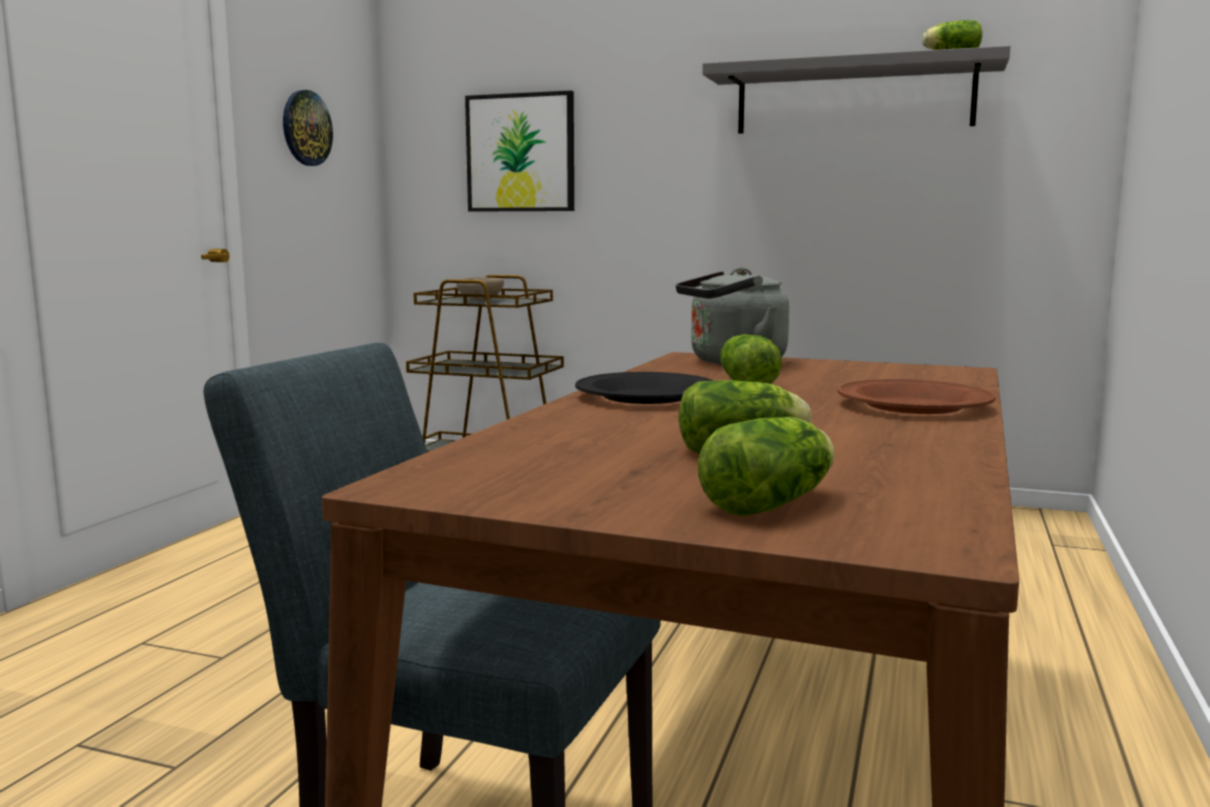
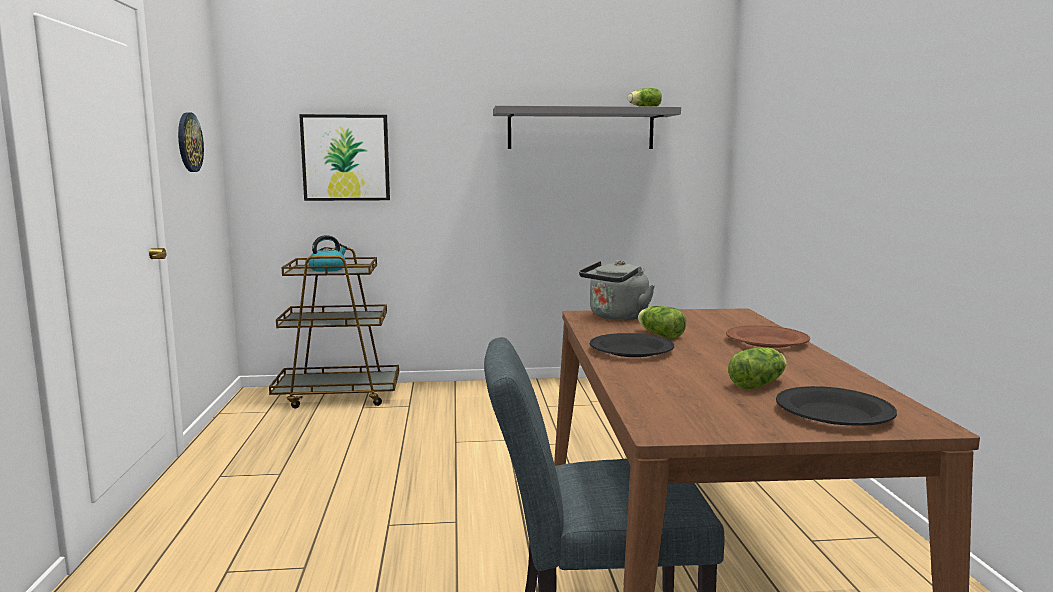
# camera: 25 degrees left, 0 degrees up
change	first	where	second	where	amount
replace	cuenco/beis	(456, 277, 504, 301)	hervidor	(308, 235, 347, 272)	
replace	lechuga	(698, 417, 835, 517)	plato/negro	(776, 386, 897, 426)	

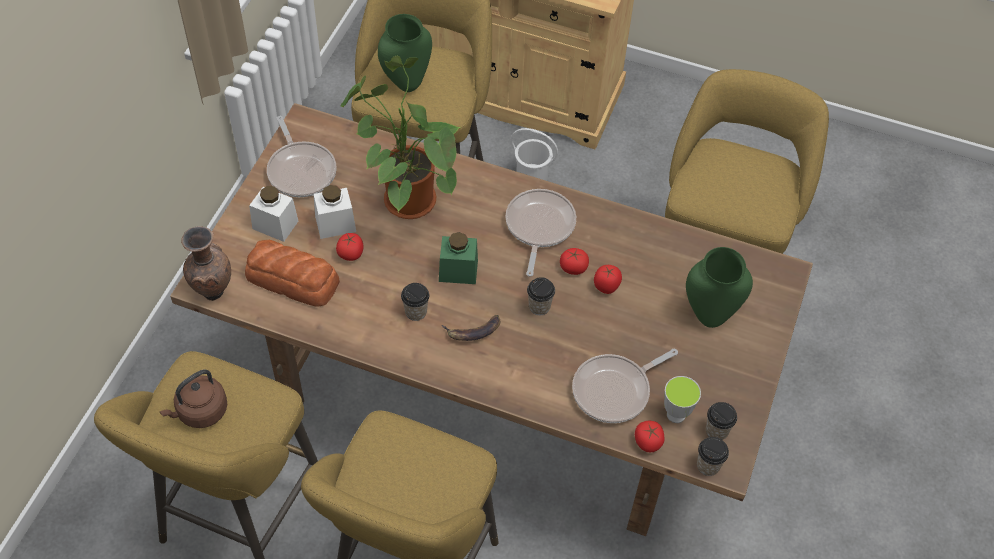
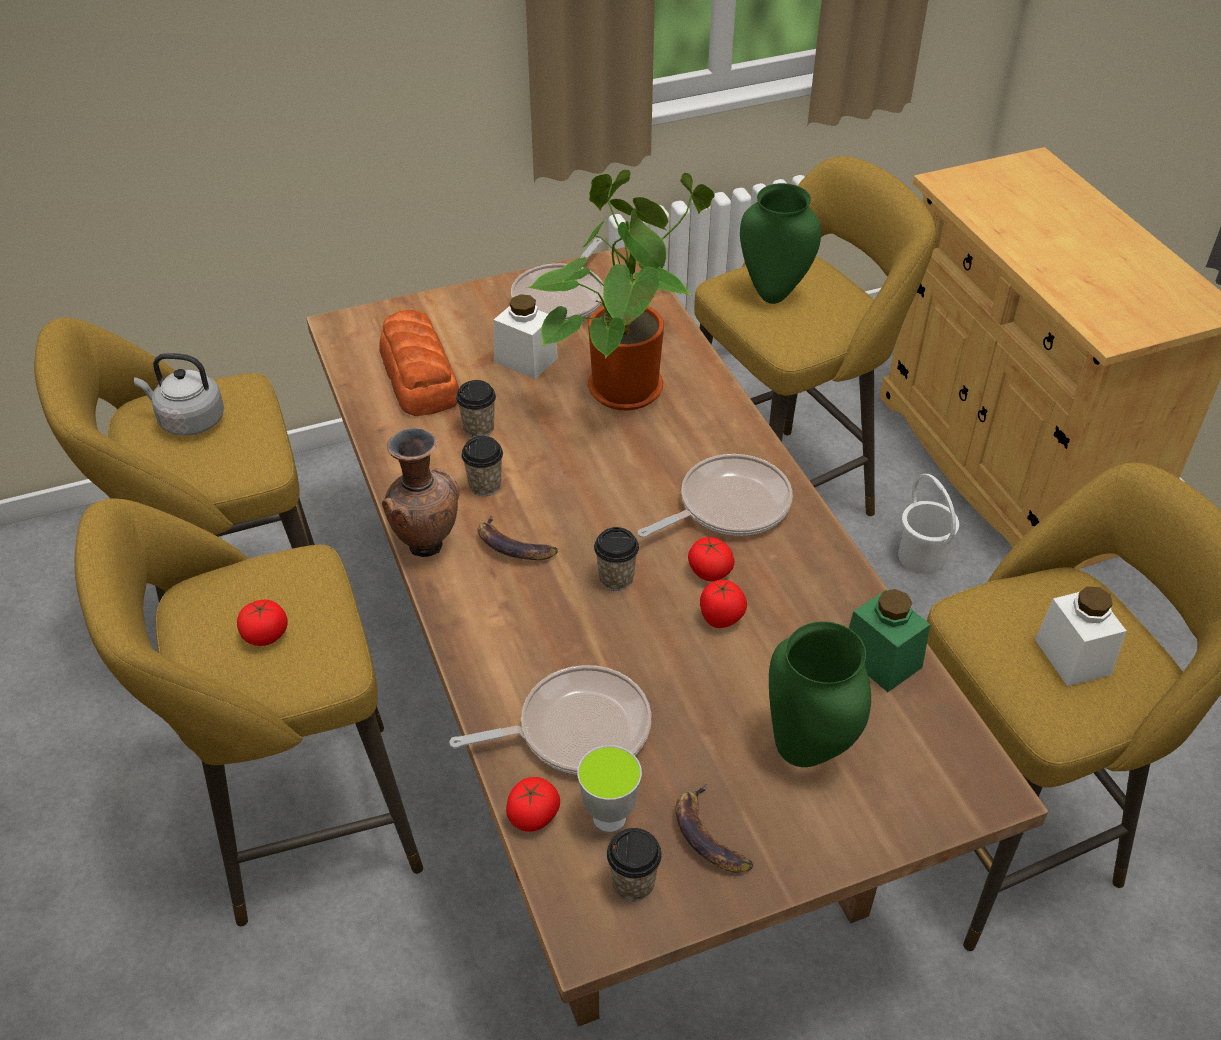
# camera: 50 degrees right, 10 degrees down
change	first	where	second	where	amount
recolor	hervidor/marrón	(160, 369, 227, 428)	hervidor/gris	(134, 353, 224, 436)	
move	florero/marrón	(181, 226, 231, 301)		(382, 428, 459, 557)	
move	tarro/blanco	(249, 186, 298, 242)		(1035, 586, 1127, 687)	
move	tomate	(336, 233, 364, 261)		(237, 600, 288, 646)	
move	tarro/verde	(439, 232, 478, 284)		(849, 589, 930, 692)	
rotate	sartén	(572, 349, 678, 423)		(450, 665, 651, 775)	150 degrees clockwise
move	taza	(697, 437, 729, 476)		(456, 380, 496, 438)	
insert			plátano	(676, 784, 753, 873)	

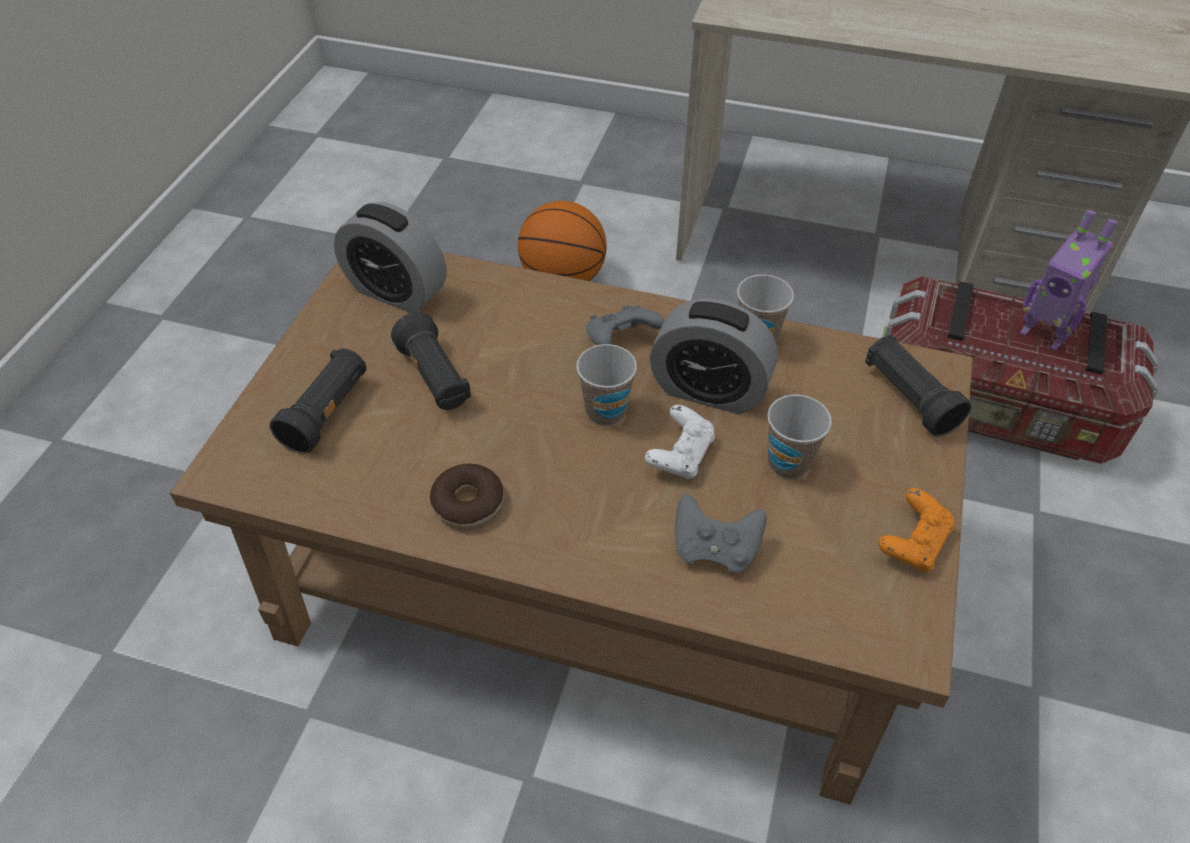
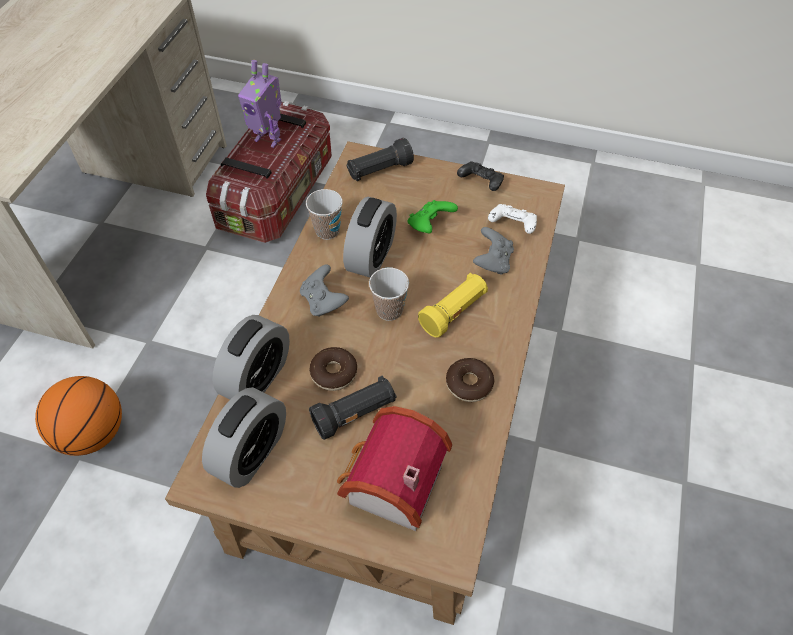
# camera: 90 degrees left, 5 degrees up
change	first	where	second	where	amount
replace	linterna/negro	(270, 349, 367, 454)	casita	(337, 406, 452, 531)	
move	mando de consola/blanco	(645, 405, 715, 479)		(488, 204, 537, 234)	
replace	taza	(768, 394, 832, 479)	mando de consola/verde	(408, 200, 458, 234)	
recolor	mando de consola/naranja	(878, 488, 954, 572)	mando de consola/negro	(457, 161, 504, 191)	
rotate	robot de juguete	(1020, 210, 1118, 351)		(238, 60, 282, 148)	75 degrees clockwise
insert			despertador	(212, 315, 290, 399)	
insert			rosquilla	(309, 347, 357, 391)	
insert			linterna/amarillo	(418, 273, 488, 338)	

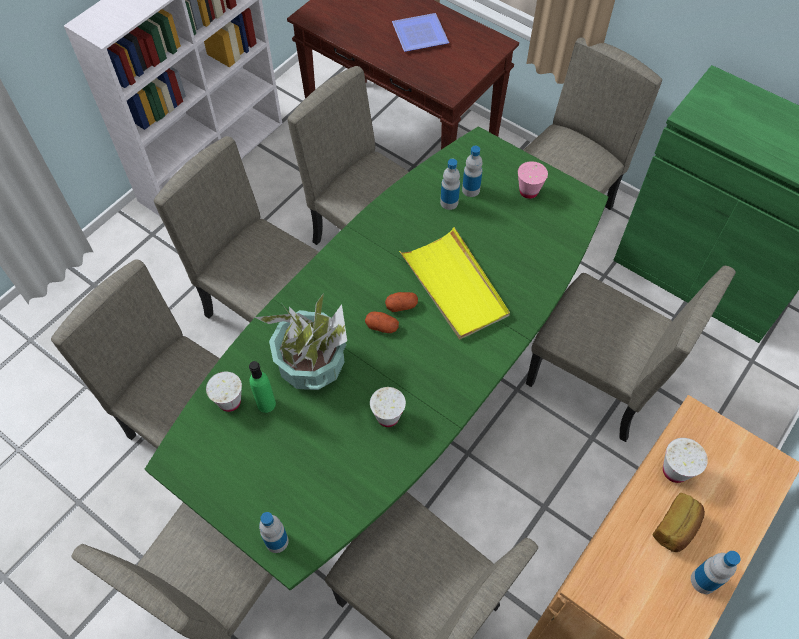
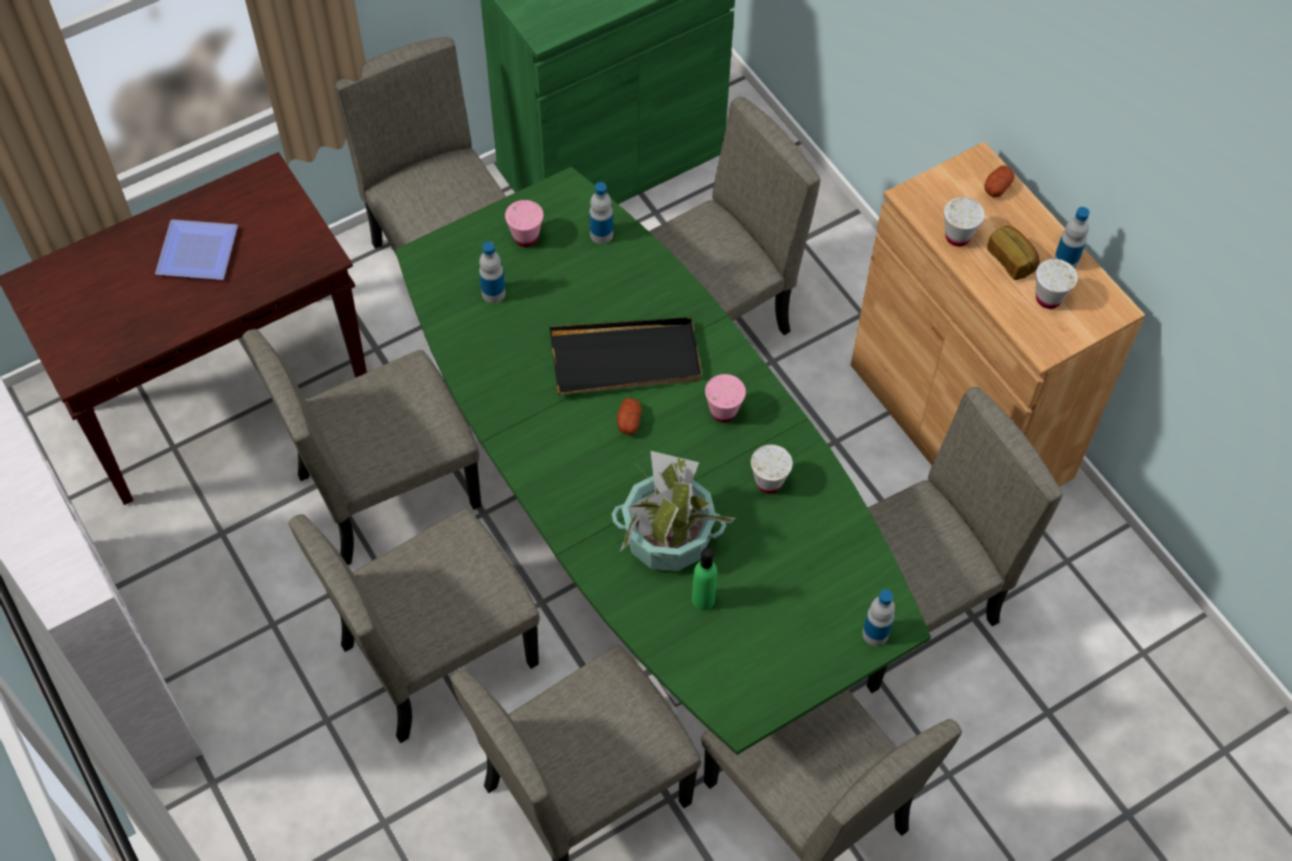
# camera: 70 degrees left, 0 degrees up
change	first	where	second	where	amount
move	taza/blanco	(206, 372, 242, 412)		(1036, 259, 1078, 309)	
move	patata	(365, 312, 399, 333)		(984, 165, 1015, 197)	
recolor	bandeja/amarillo	(399, 227, 510, 339)	bandeja/negro	(550, 317, 702, 395)	
move	botella	(440, 159, 460, 210)		(589, 182, 613, 244)	
insert			taza/rosa	(705, 374, 746, 422)	

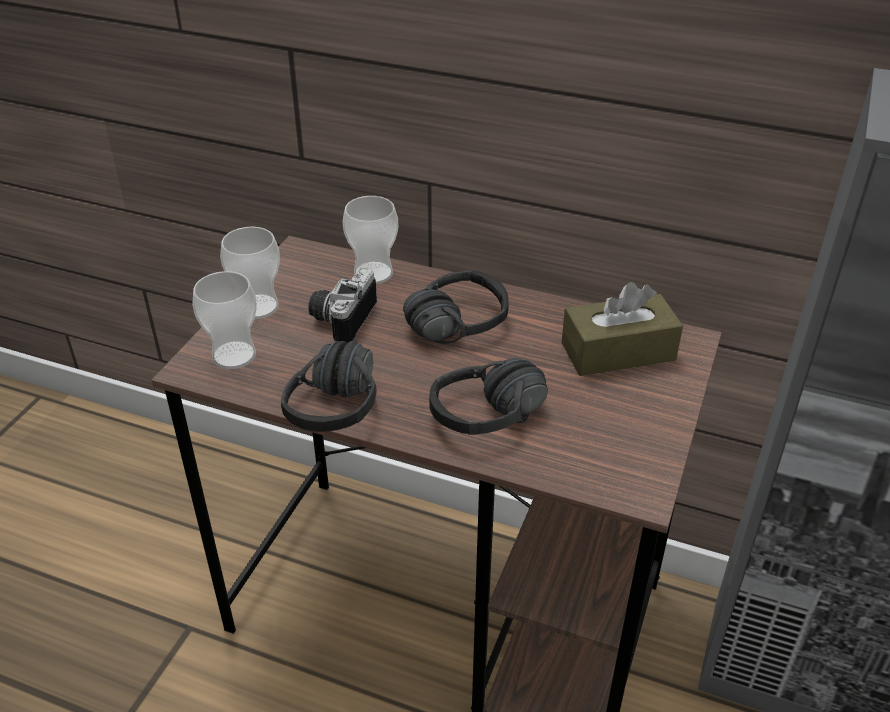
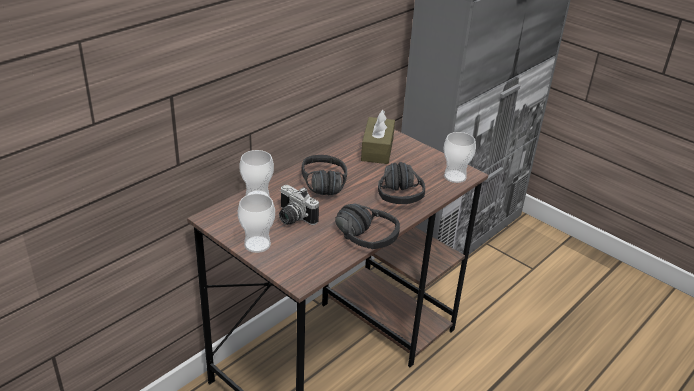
# camera: 70 degrees left, 5 degrees down
change	first	where	second	where	amount
move	taza	(192, 271, 257, 369)		(443, 132, 476, 183)	

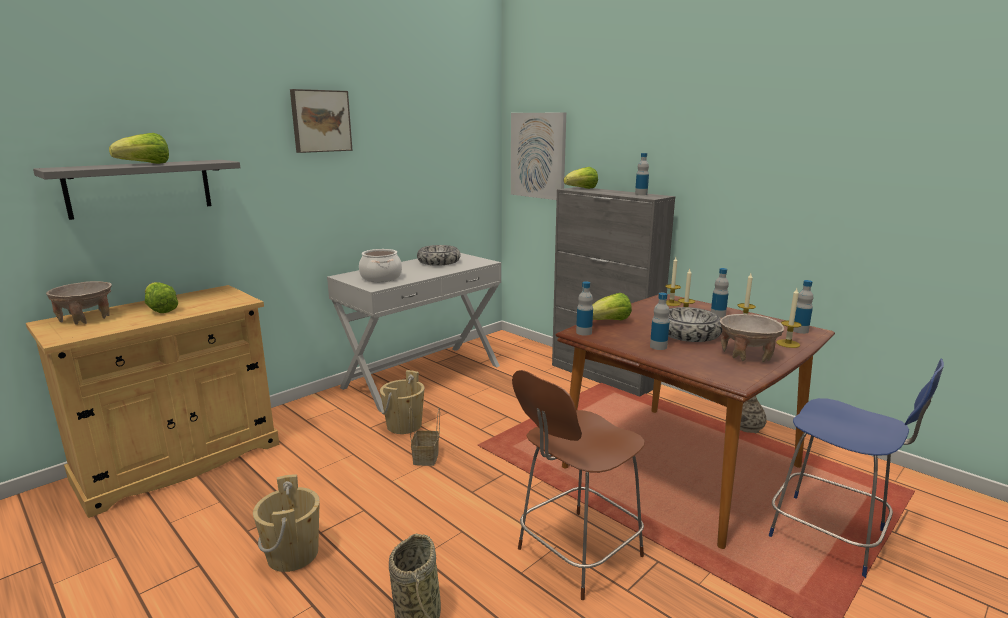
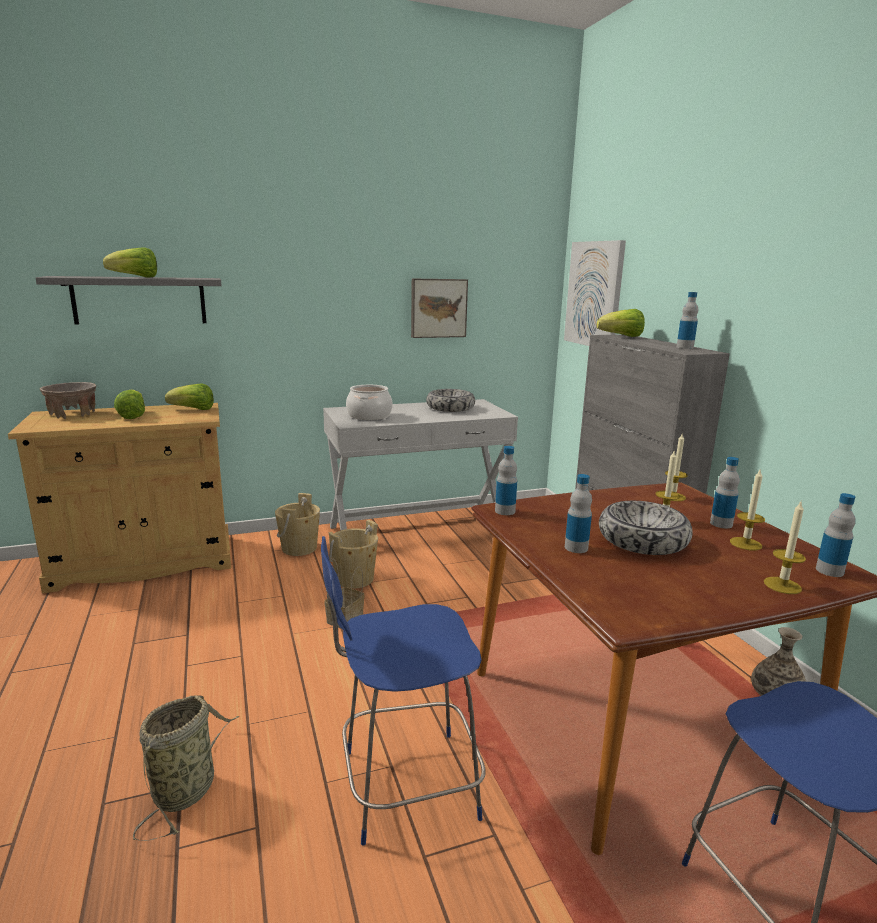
# camera: 25 degrees right, 0 degrees up
change	first	where	second	where	amount
move	cubo/beis	(253, 474, 320, 572)		(275, 493, 320, 556)	
move	cuadro	(290, 89, 353, 153)		(411, 278, 468, 338)	
recolor	silla/marrón	(512, 370, 645, 600)	silla/azul	(321, 536, 486, 846)	
move	lechuga	(592, 293, 632, 320)		(165, 383, 214, 410)	
delete	cuenco/beis	(720, 314, 784, 362)			

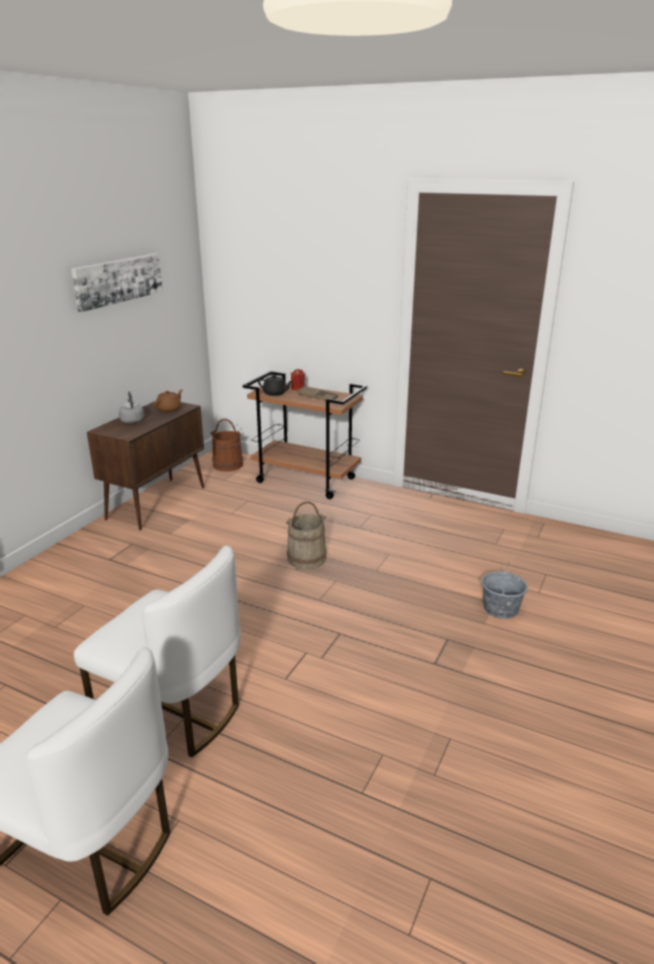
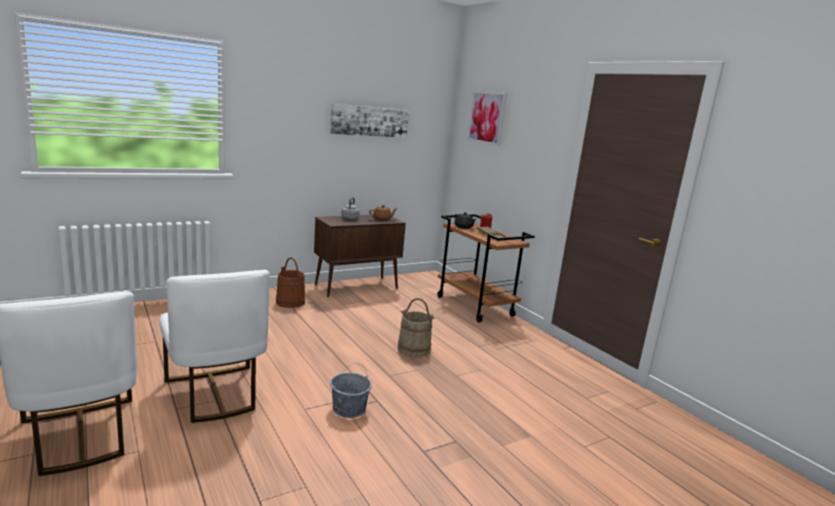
# camera: 30 degrees right, 10 degrees down
change	first	where	second	where	amount
move	cubo/marrón	(210, 419, 243, 471)		(276, 258, 305, 308)	
move	cubo/gris	(481, 562, 528, 619)		(330, 363, 372, 418)	
insert			cuadro	(467, 91, 507, 146)	

